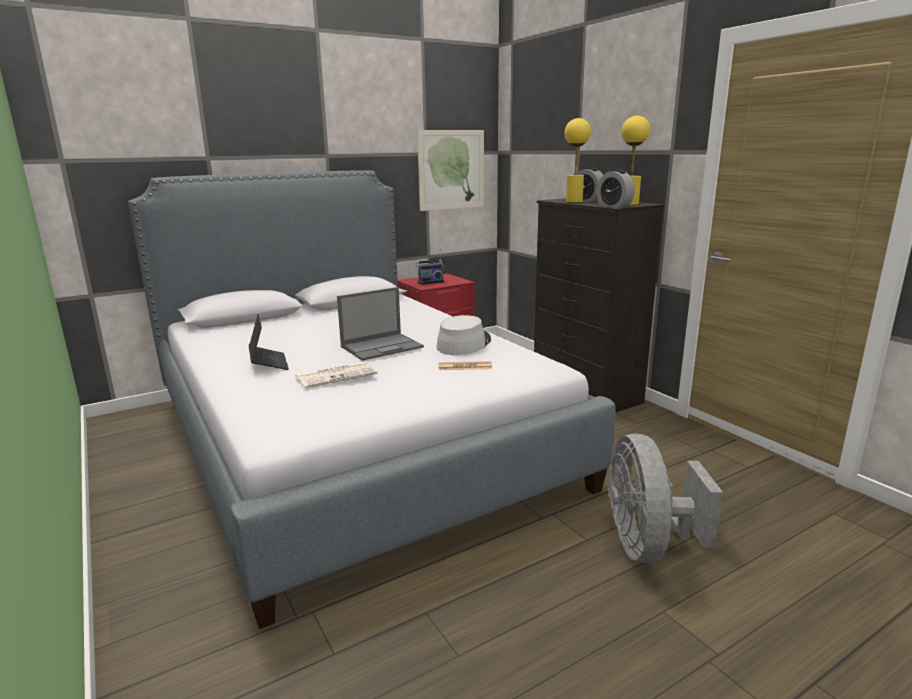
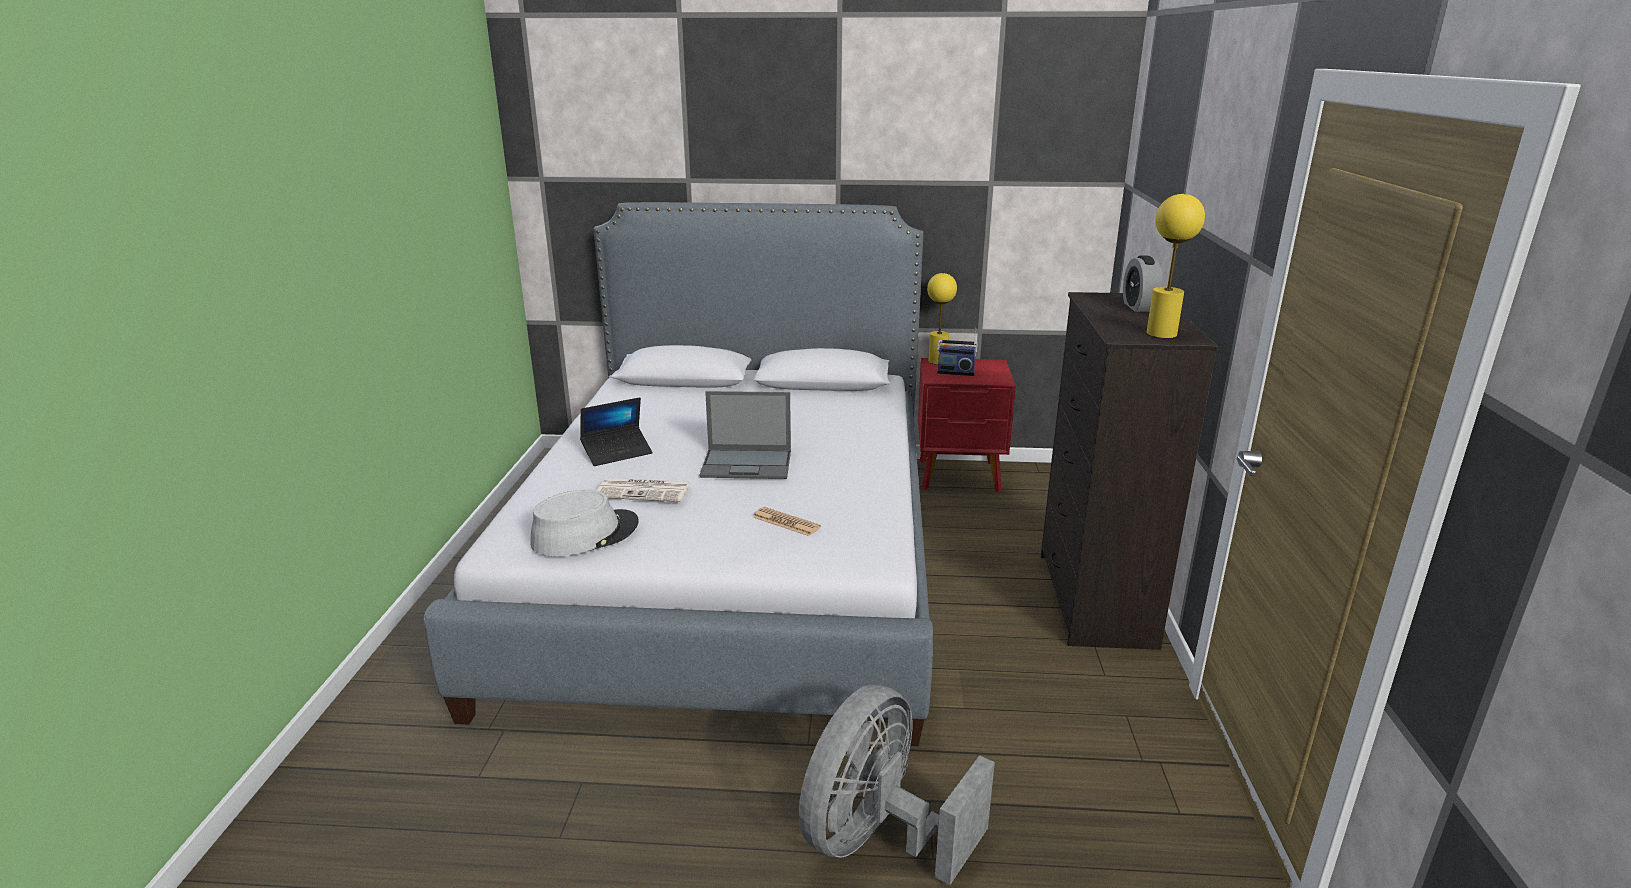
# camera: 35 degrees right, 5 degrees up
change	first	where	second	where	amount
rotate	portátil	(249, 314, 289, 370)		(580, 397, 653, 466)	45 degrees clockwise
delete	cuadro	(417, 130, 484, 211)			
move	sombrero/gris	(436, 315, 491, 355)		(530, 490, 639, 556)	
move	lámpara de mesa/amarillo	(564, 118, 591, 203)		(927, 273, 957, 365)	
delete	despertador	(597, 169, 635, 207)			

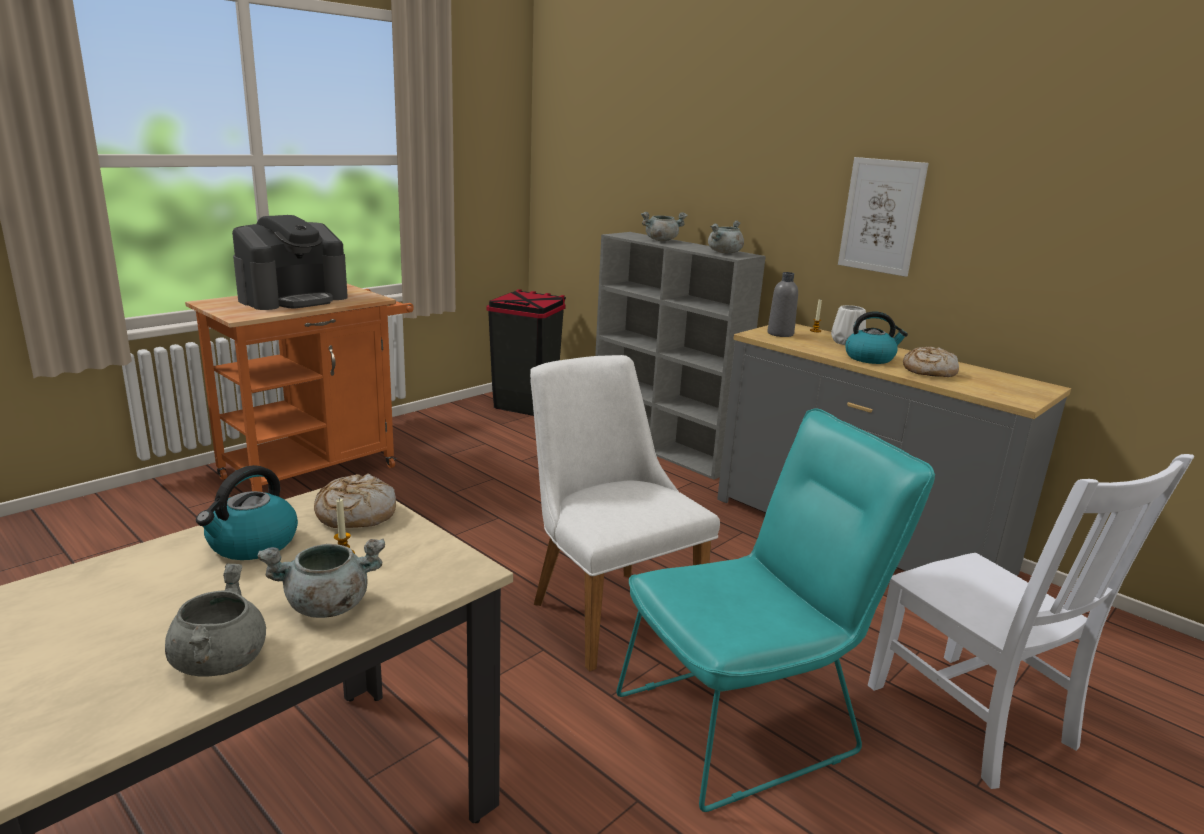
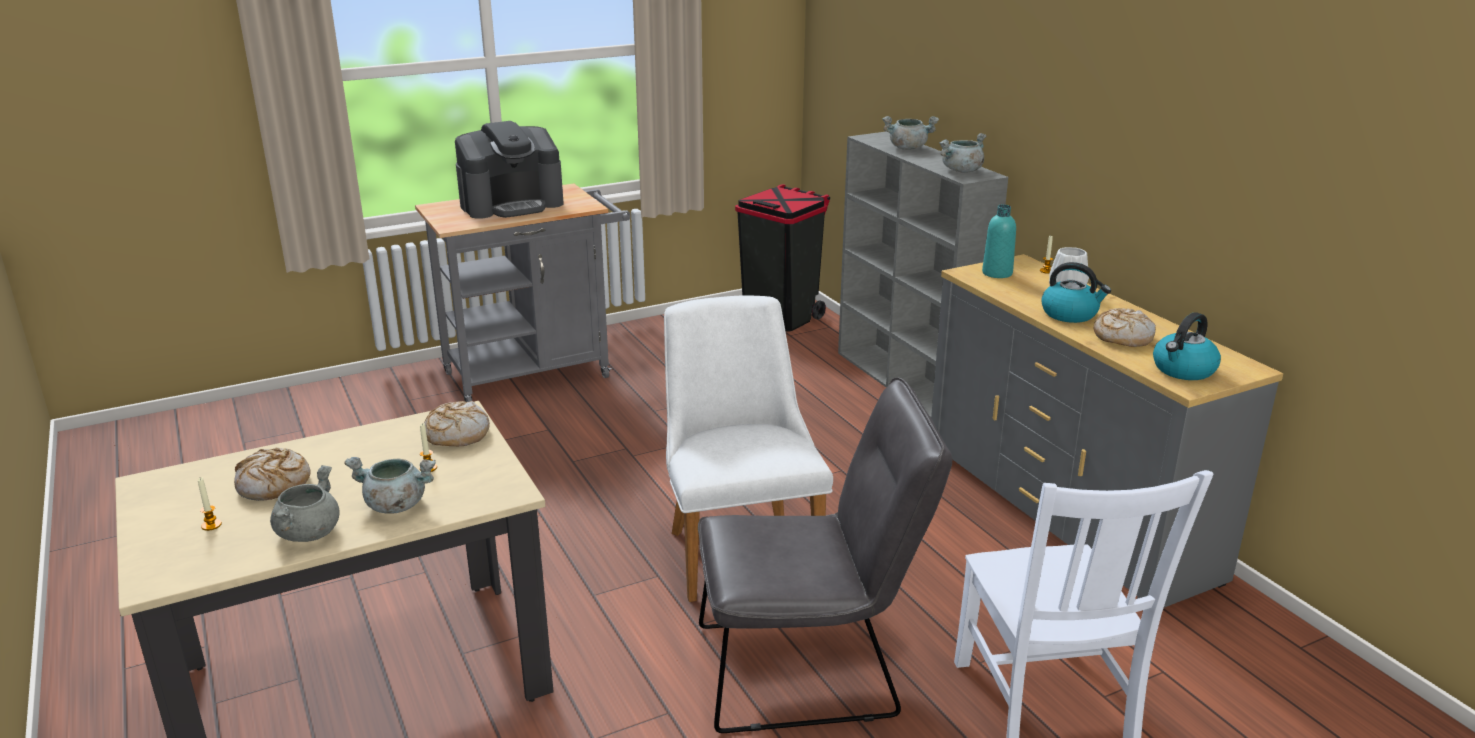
# camera: 20 degrees right, 5 degrees up
change	first	where	second	where	amount
recolor	carrito/naranja	(185, 284, 414, 492)	carrito/gris	(415, 183, 630, 402)	
move	hervidor	(196, 465, 298, 560)		(1153, 312, 1221, 380)	
recolor	silla/turquesa	(616, 409, 935, 812)	silla/gris	(698, 378, 952, 733)	
recolor	botella/gris	(767, 272, 798, 337)	botella/turquesa	(982, 204, 1016, 278)	
delete	cuadro	(838, 157, 929, 277)			
insert			vela	(198, 477, 222, 531)	
insert			pan	(234, 447, 311, 501)	

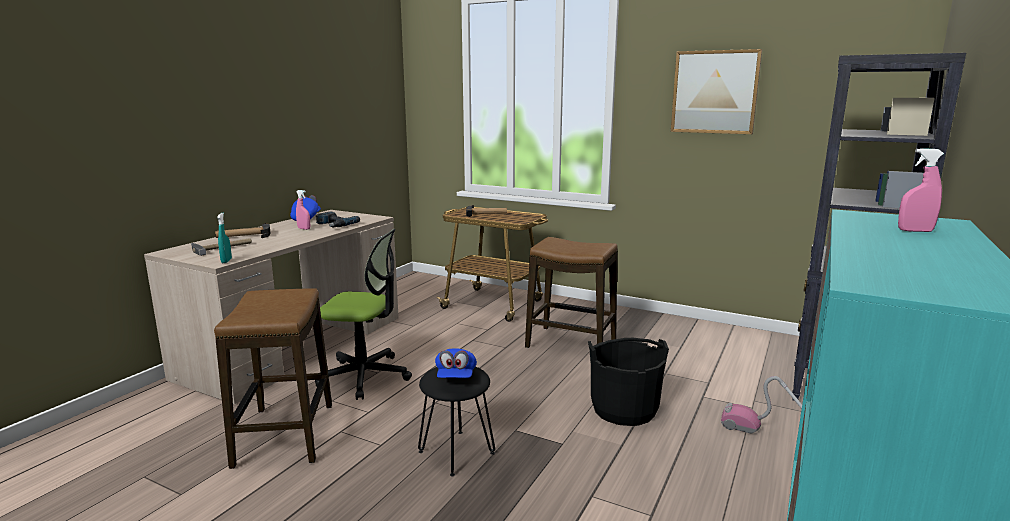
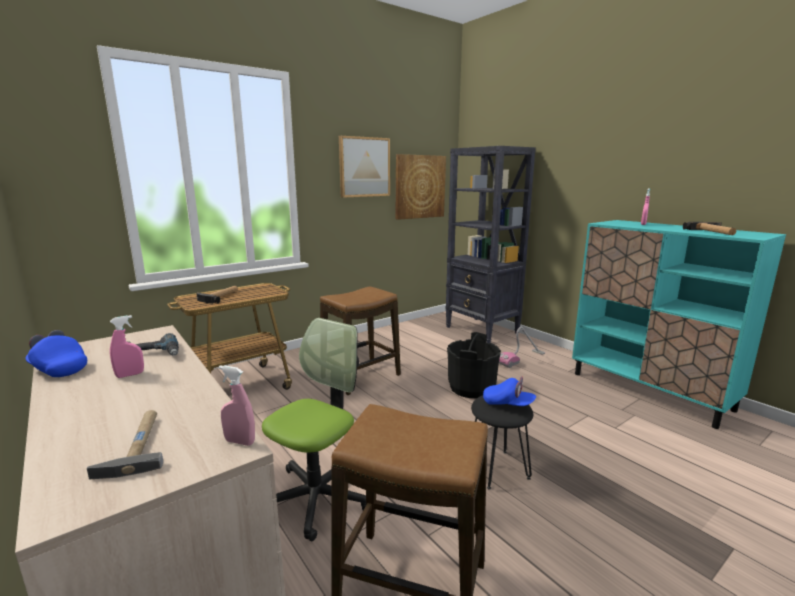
# camera: 65 degrees left, 0 degrees up
change	first	where	second	where	amount
move	martillo	(215, 223, 271, 238)		(683, 222, 736, 235)	
recolor	pulverizador/turquesa	(217, 213, 232, 263)	pulverizador/rosa	(219, 365, 255, 446)	
insert			cuadro	(396, 154, 446, 220)	

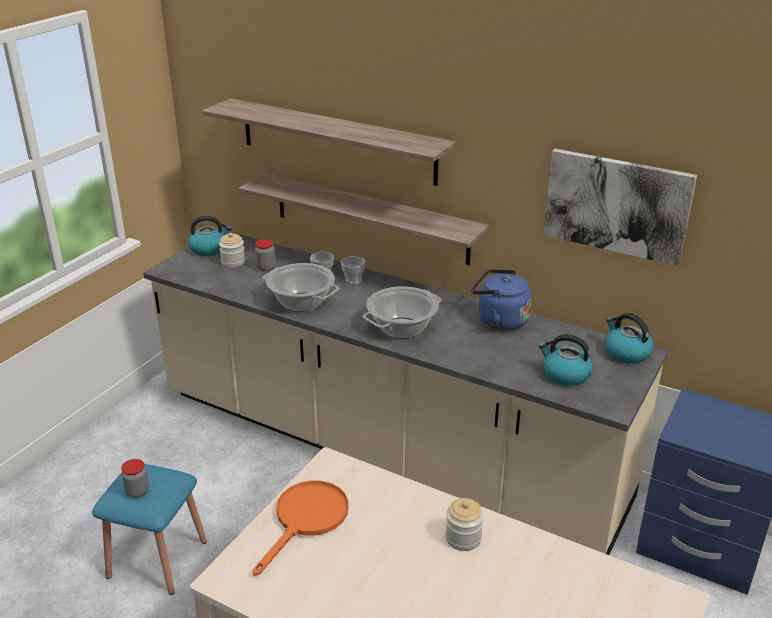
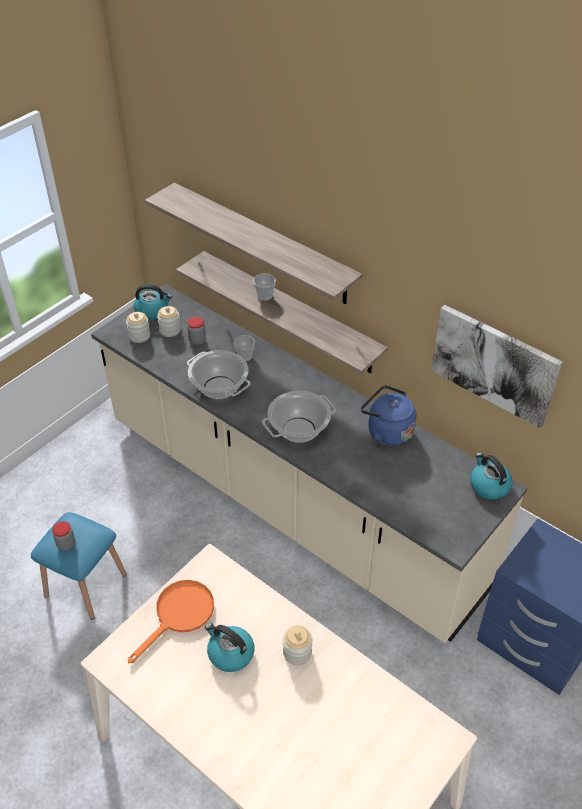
# camera: 10 degrees right, 15 degrees up
change	first	where	second	where	amount
move	taza	(341, 256, 365, 284)		(253, 273, 276, 301)	
move	hervidor	(539, 334, 593, 386)		(205, 623, 254, 672)	
insert			tarro	(126, 312, 150, 343)	

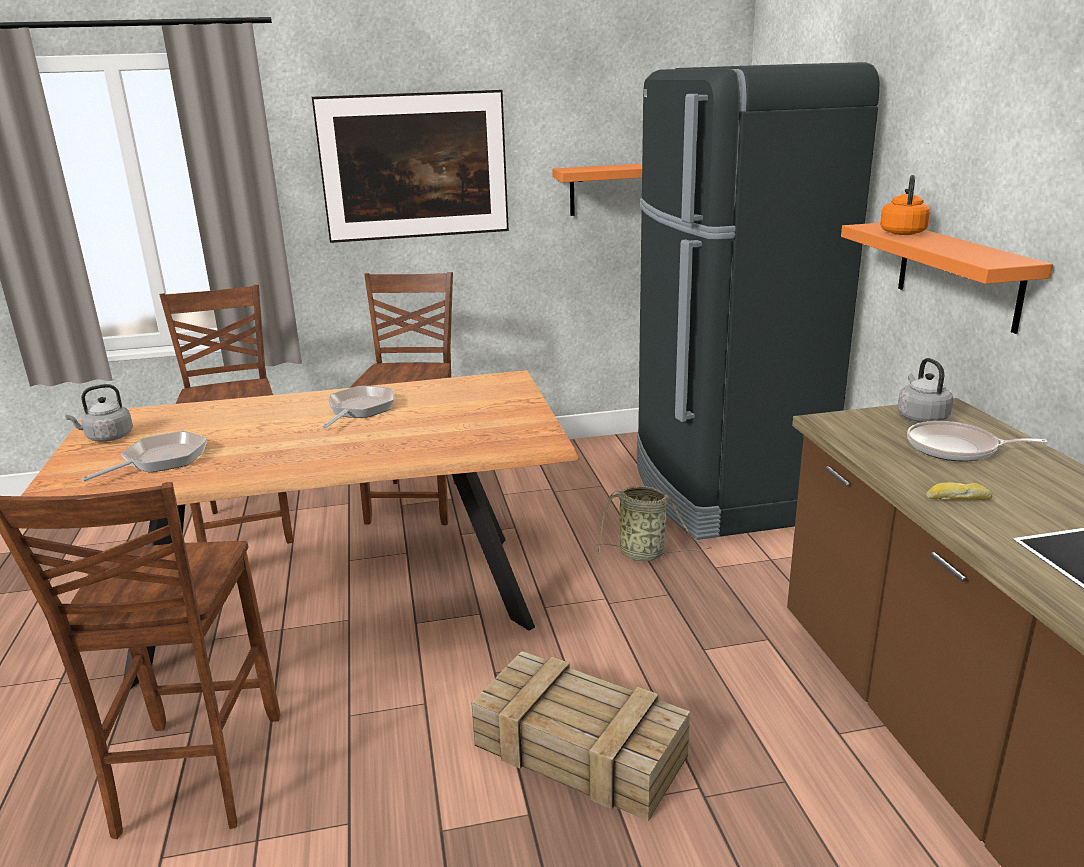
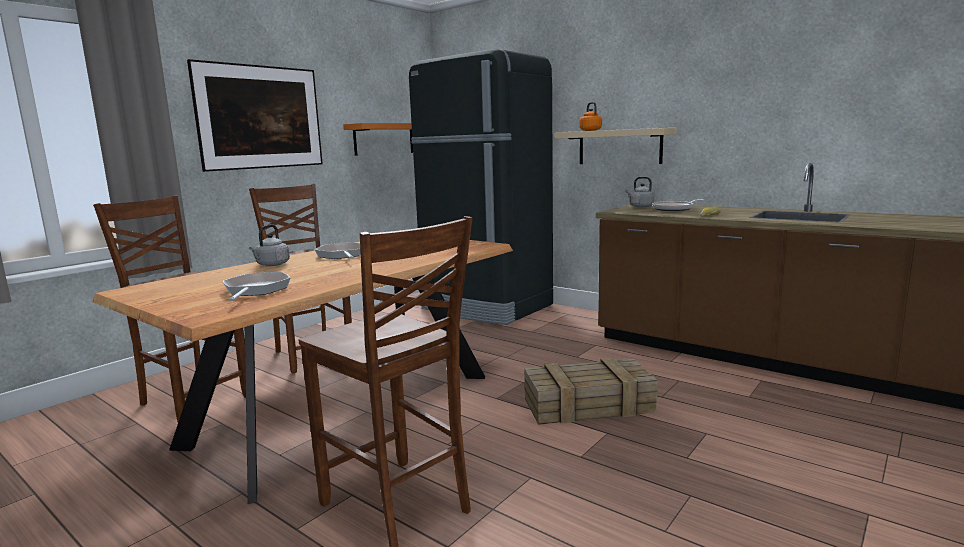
# camera: 40 degrees left, 10 degrees down
change	first	where	second	where	amount
move	hervidor/gris	(65, 384, 133, 442)		(249, 224, 290, 266)	
delete	cesta	(594, 486, 712, 561)			
recolor	estante/naranja	(841, 223, 1053, 334)	estante/beis	(555, 128, 676, 164)	

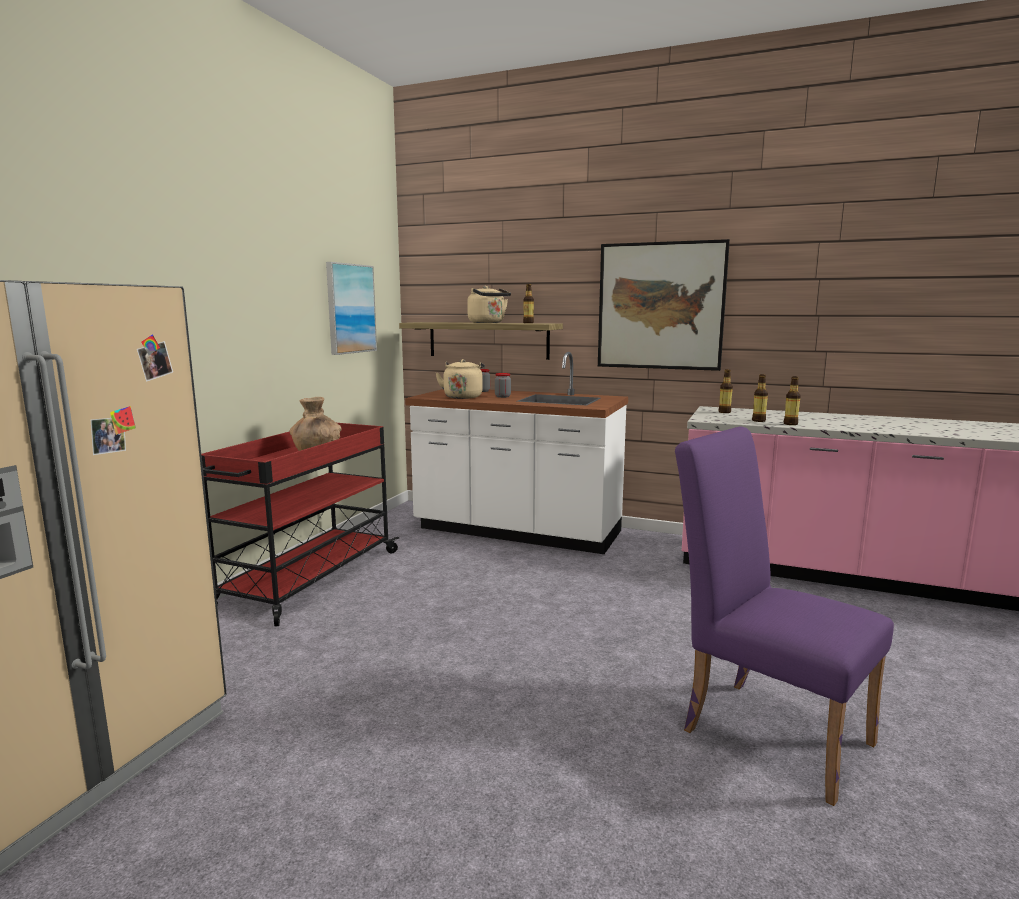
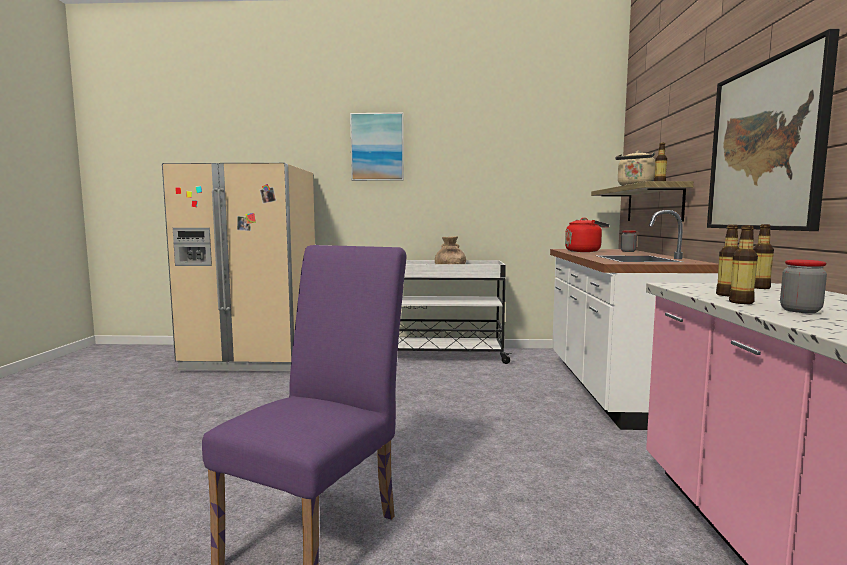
# camera: 70 degrees right, 5 degrees down
change	first	where	second	where	amount
recolor	carrito/rojo	(201, 423, 399, 627)	carrito/blanco	(398, 260, 512, 364)	
move	cuadro	(326, 262, 377, 355)		(350, 113, 404, 181)	
recolor	hervidor/beis	(436, 359, 485, 399)	hervidor/rojo	(565, 218, 609, 252)	
move	tarro	(495, 373, 511, 398)		(780, 260, 827, 313)	

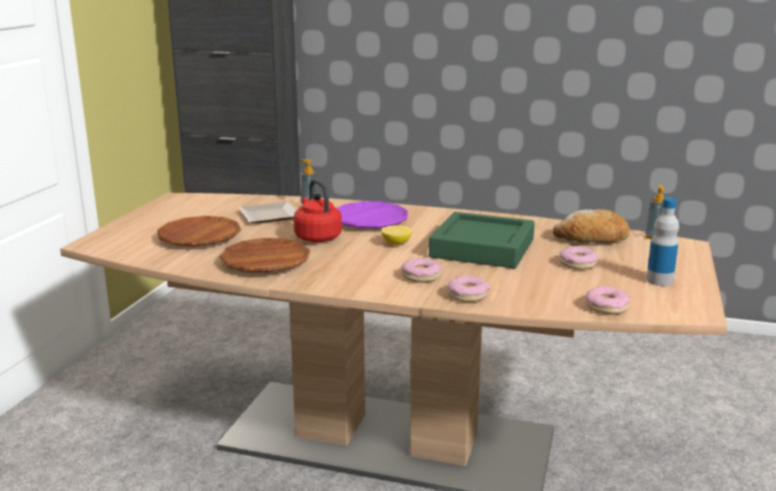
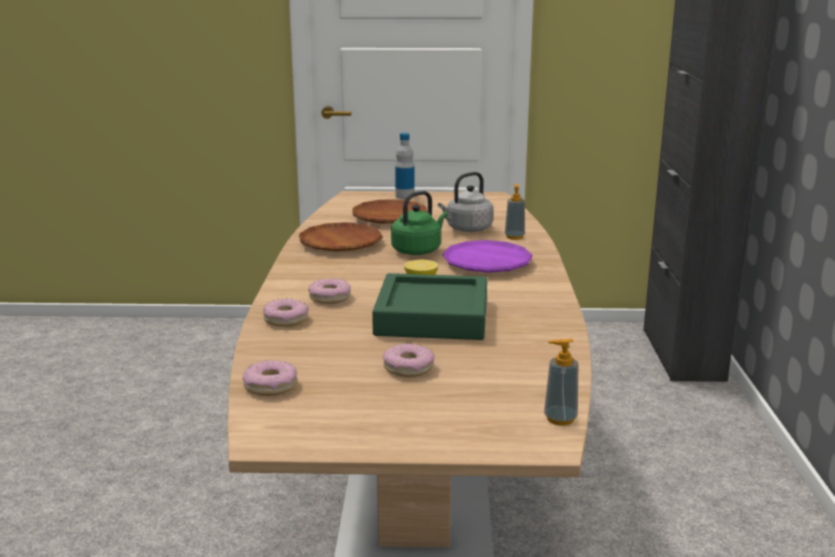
# camera: 75 degrees right, 0 degrees up
change	first	where	second	where	amount
replace	plato	(239, 201, 296, 223)	hervidor/gris	(438, 172, 493, 232)	
recolor	hervidor/rojo	(293, 179, 342, 242)	hervidor/verde	(391, 191, 447, 255)	
delete	pan	(552, 209, 630, 243)			
move	botella	(646, 198, 679, 286)		(395, 133, 414, 199)	

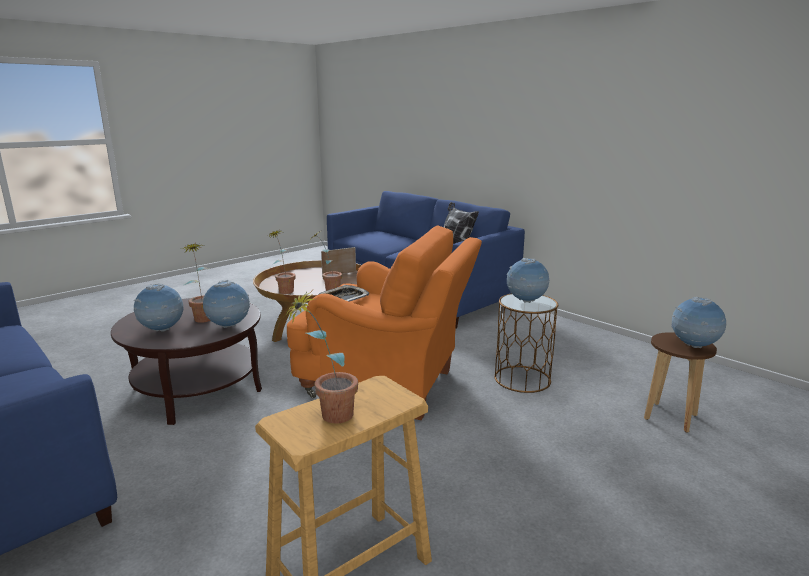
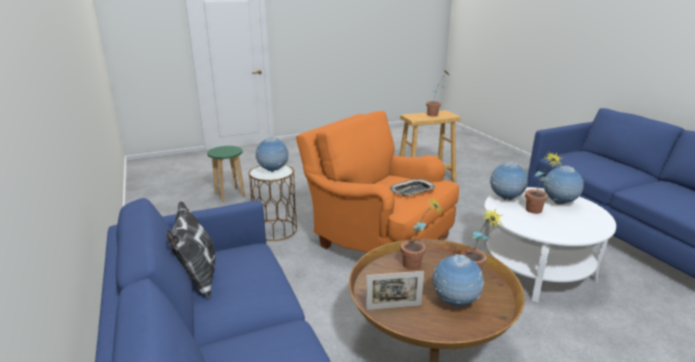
# camera: 160 degrees left, 5 degrees up
change	first	where	second	where	amount
recolor	mesa de centro/marrón	(111, 298, 262, 425)	mesa de centro/blanco	(482, 187, 616, 302)	
recolor	taburete/marrón	(644, 332, 717, 433)	taburete/verde	(207, 146, 245, 202)	
move	globo terráqueo	(671, 297, 727, 348)		(433, 254, 484, 306)	

